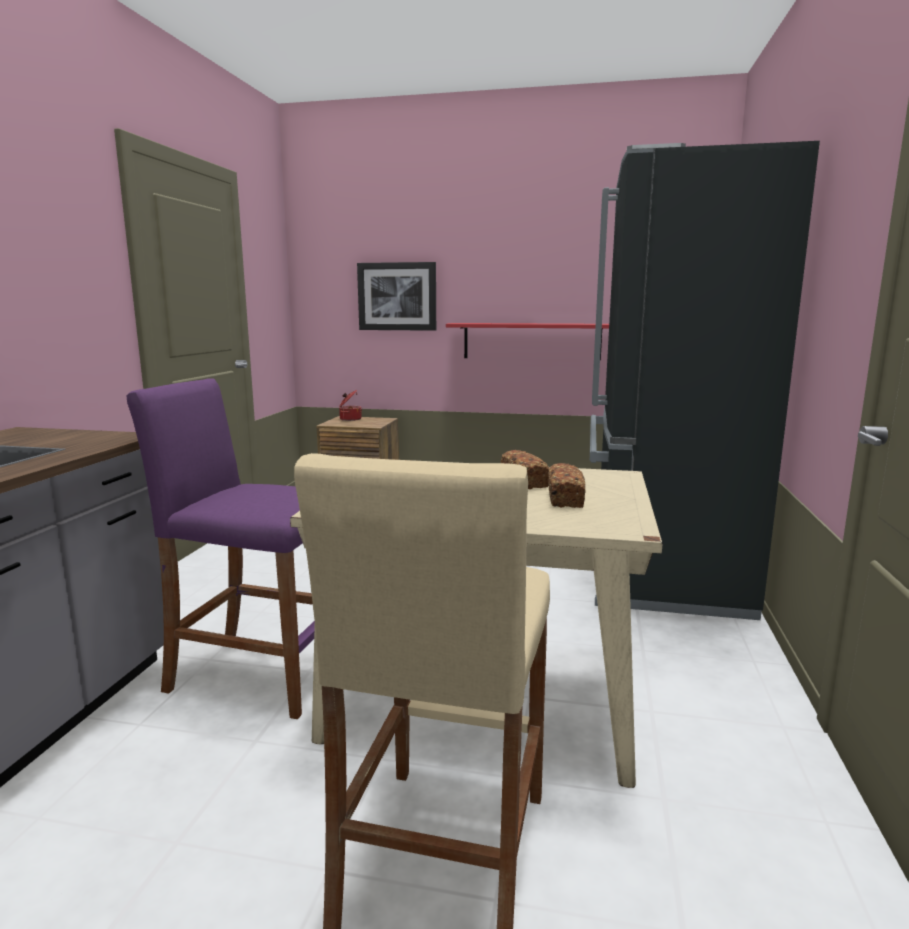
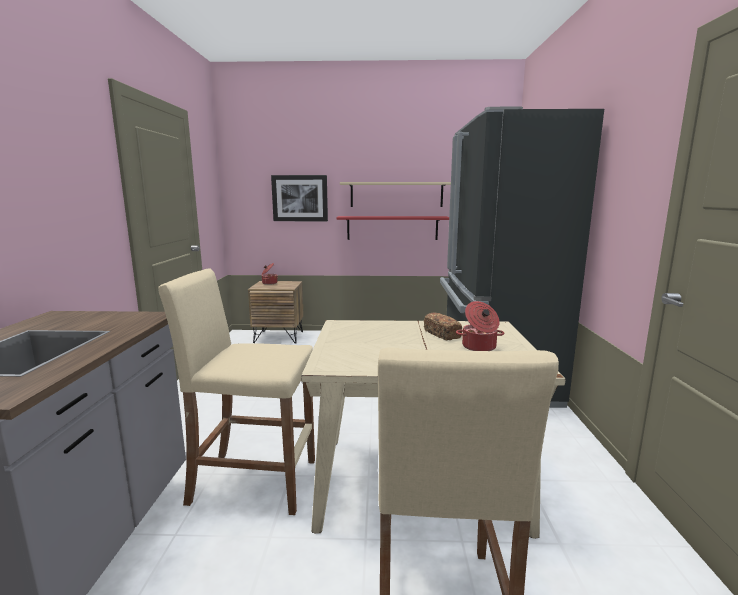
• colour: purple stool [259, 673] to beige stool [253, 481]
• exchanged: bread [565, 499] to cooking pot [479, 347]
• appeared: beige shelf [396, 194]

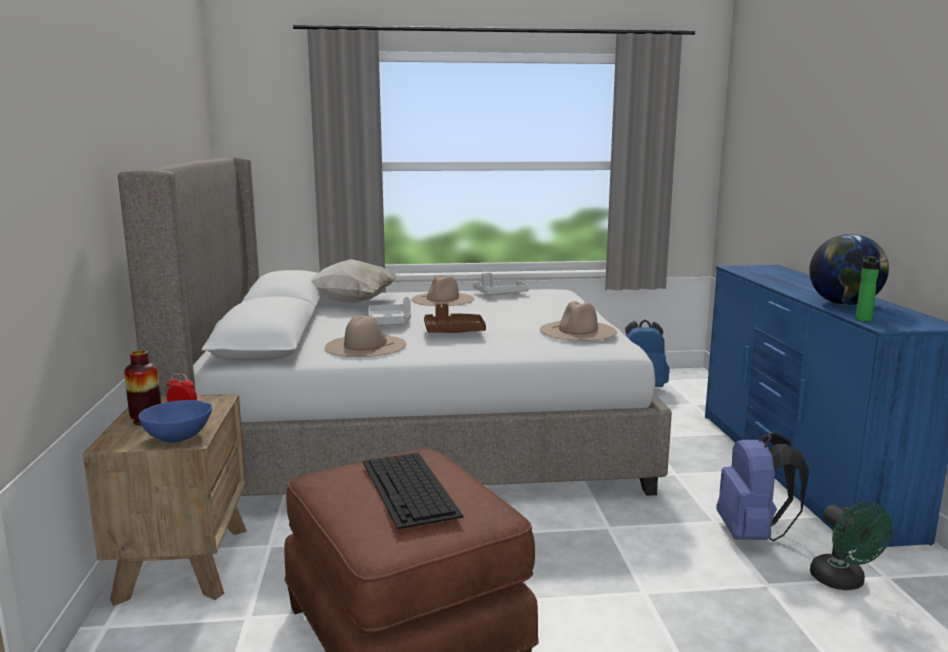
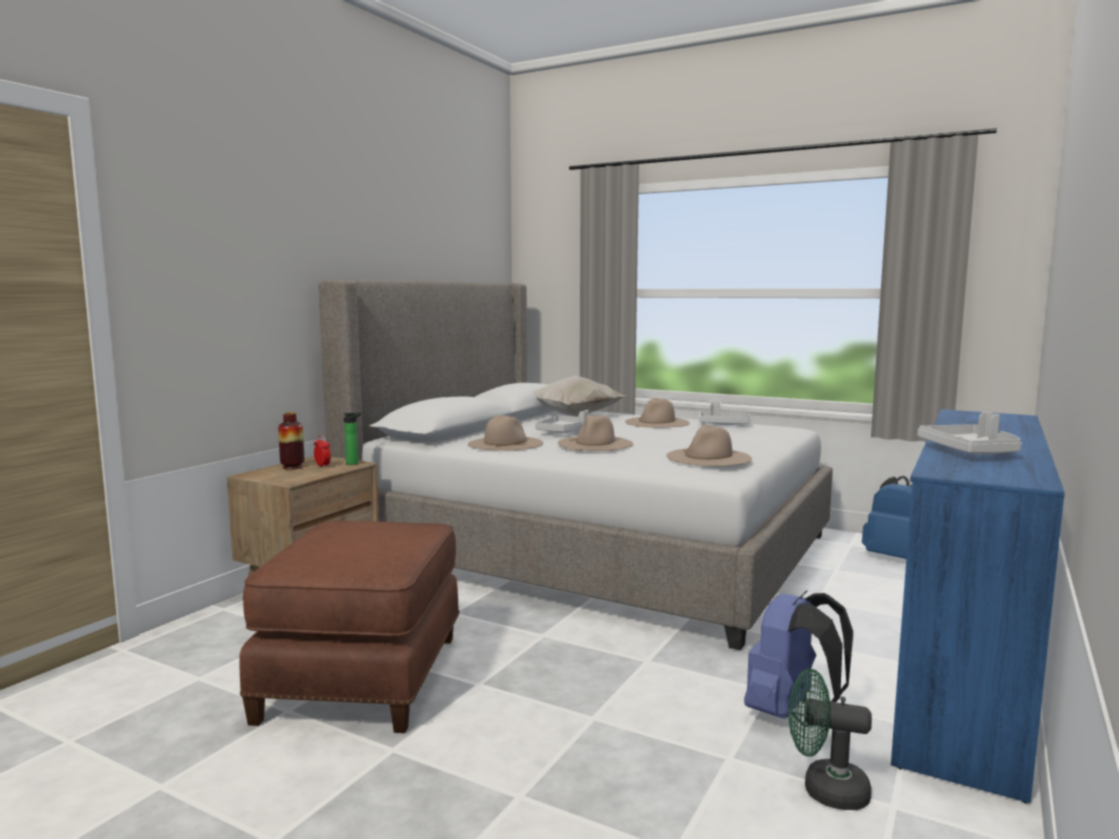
• missing: blue bowl [178, 437]
• missing: keyboard [410, 488]
• exchanged: brown tray [453, 331] to beige hat [595, 443]
• exchanged: globe [844, 304] to grey tray [970, 452]
• spun: green fan [843, 582] = [824, 789] 90 degrees clockwise
• relocated: bottle [863, 319] to [354, 463]

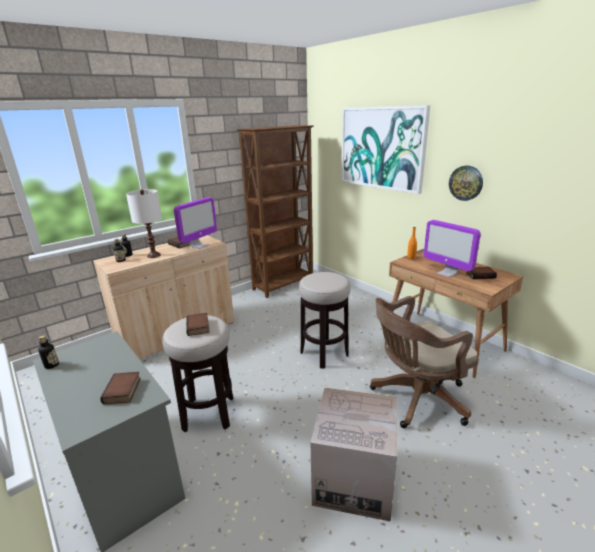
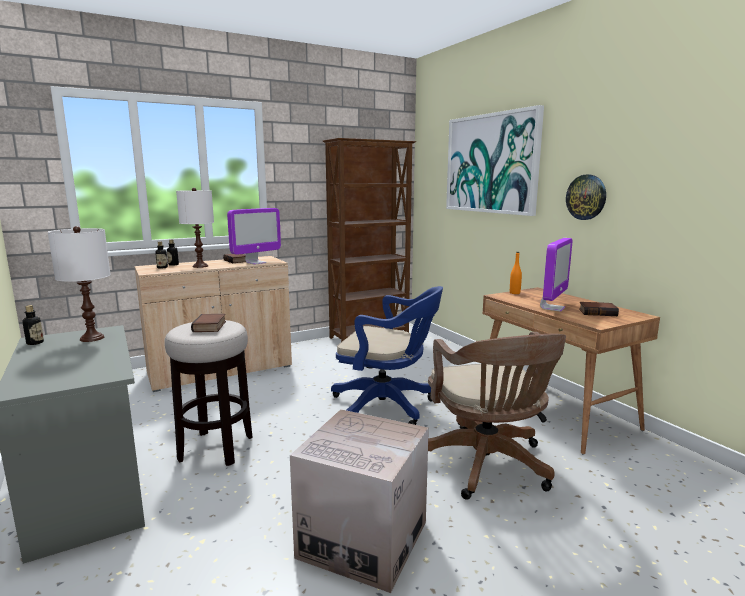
• missing: book [123, 391]
• exchanged: stool [324, 353] to blue office chair [388, 407]
• spun: brown office chair [415, 399] = [488, 466] 90 degrees counterclockwise
• spun: monitor [447, 273] = [552, 308] 120 degrees counterclockwise
• appeared: white table lamp [92, 338]

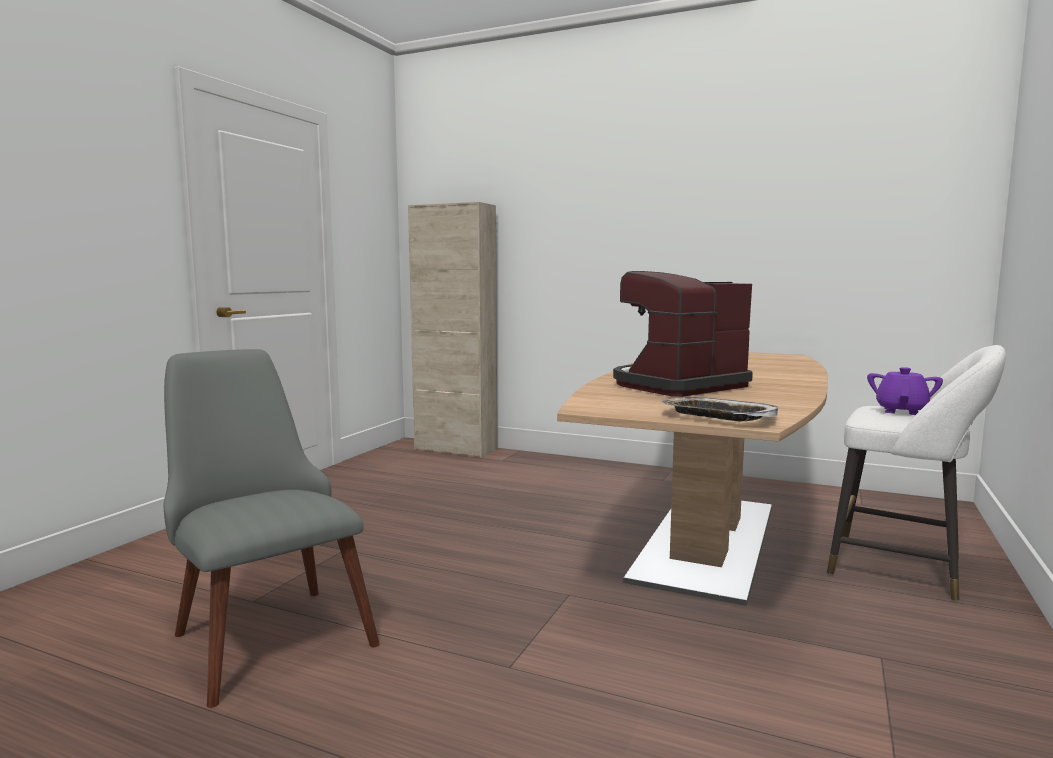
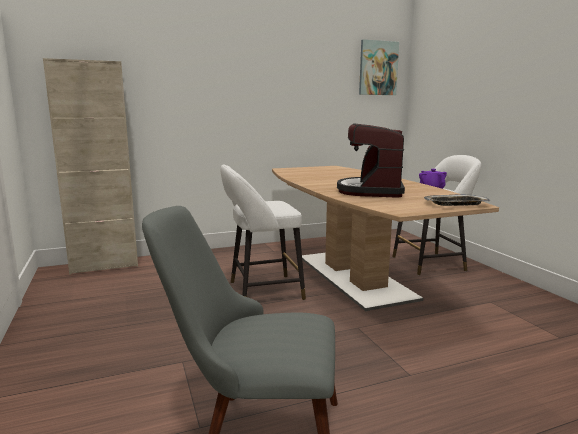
• appeared: white stool [261, 291]
• appeared: picture [378, 68]

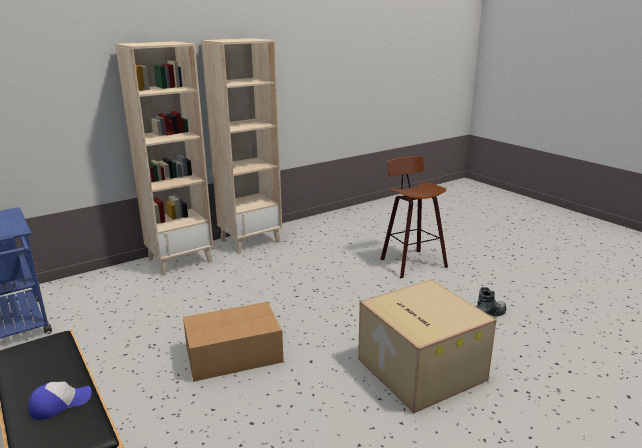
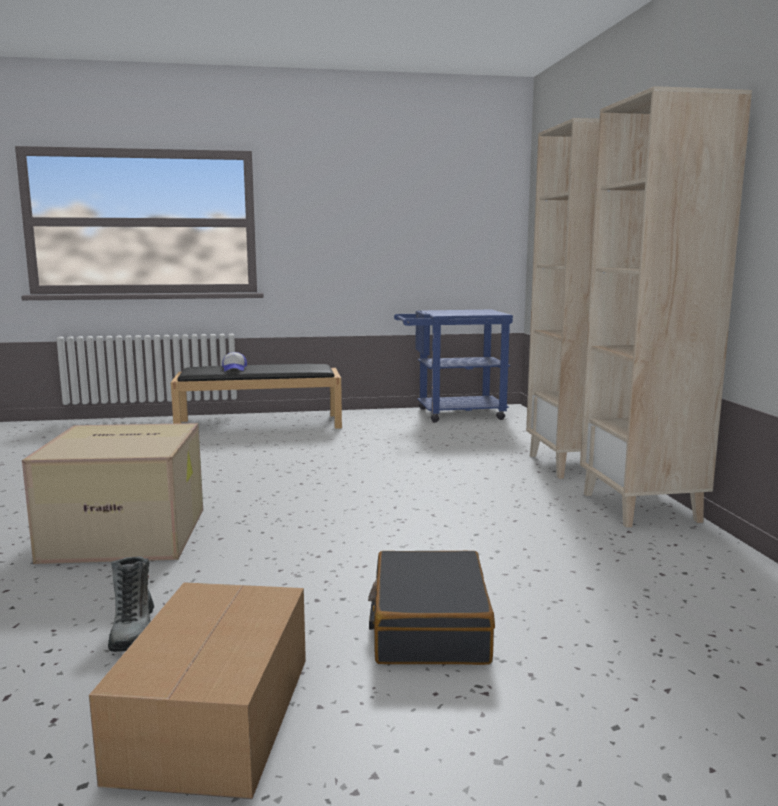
• relocated: cardboard box [232, 354] to [218, 713]
• exchanged: stool [410, 262] to black suitcase [429, 626]

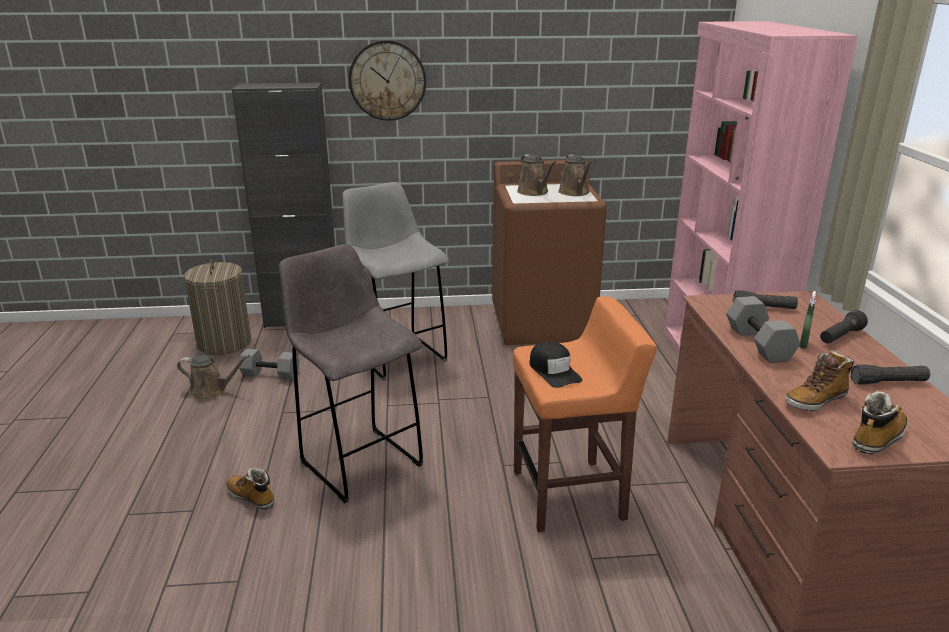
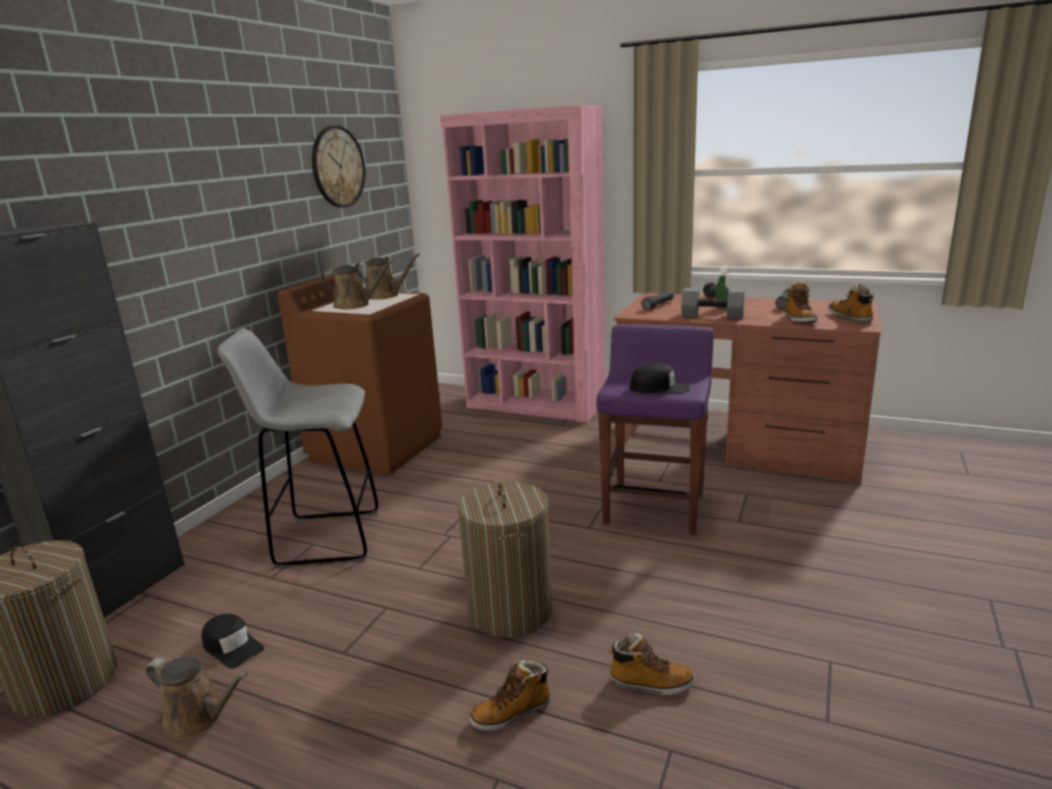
• spun: brown watering can [212, 391] = [199, 717] 75 degrees clockwise
• exchanged: grey dumbbell [271, 374] to black cap [232, 646]
• exchanged: grey stool [359, 461] to laundry basket [510, 610]
• relocated: wall clock [387, 80] to [338, 167]
• colour: orange stool [570, 495] to purple stool [654, 508]
• appeared: boot [650, 683]

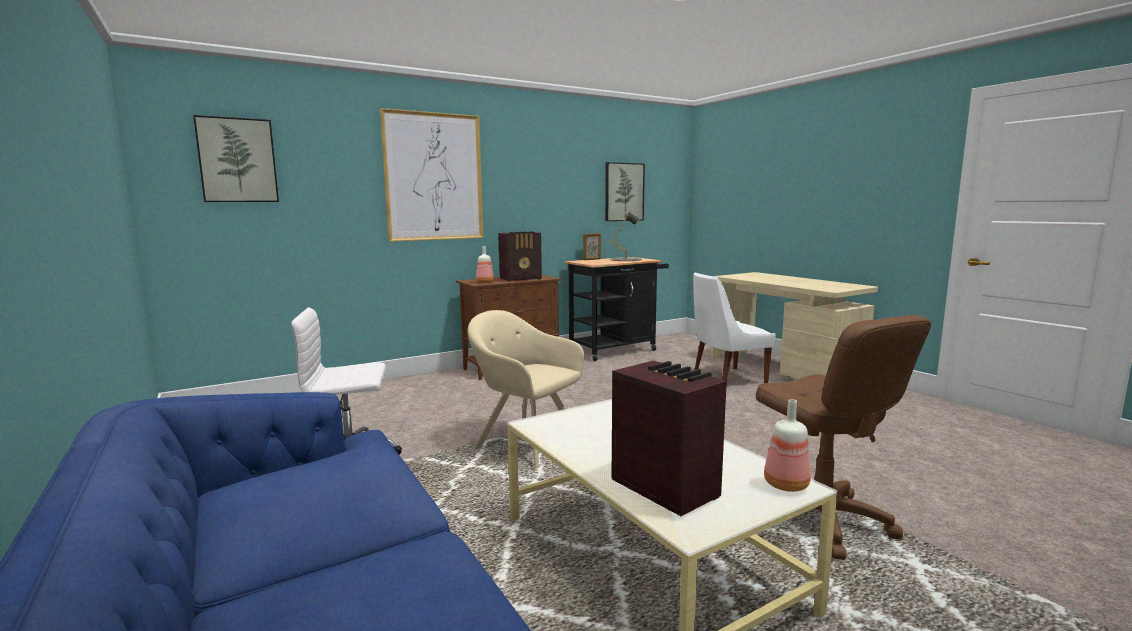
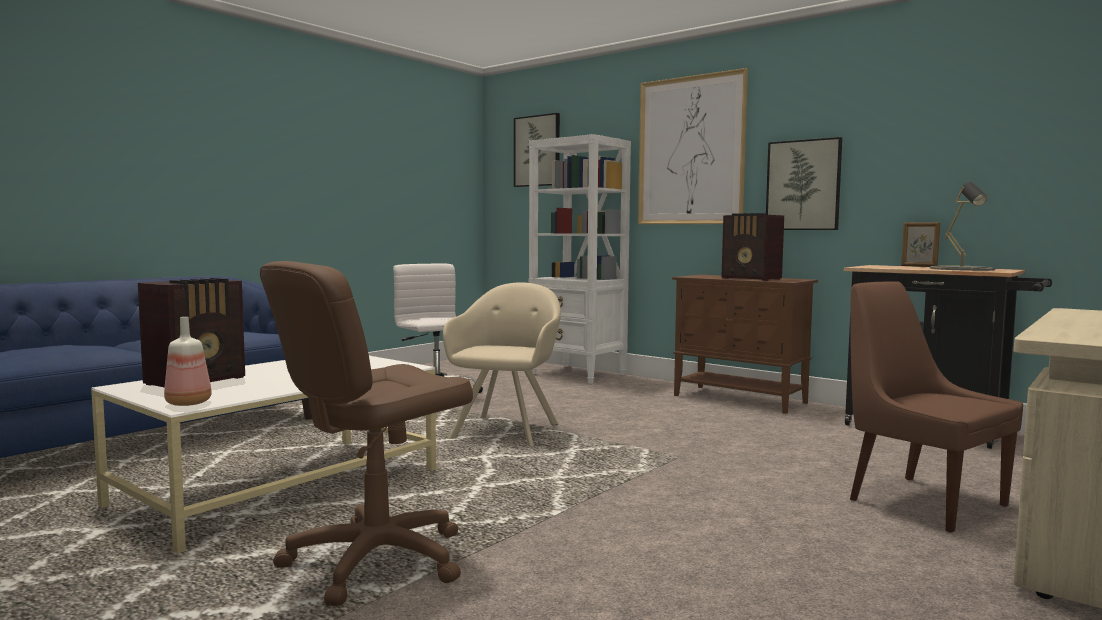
• missing: bottle [484, 282]
• relocated: picture [624, 192] to [803, 185]
• colour: white chair [726, 378] to brown chair [921, 501]
• appeared: white bookcase [578, 374]

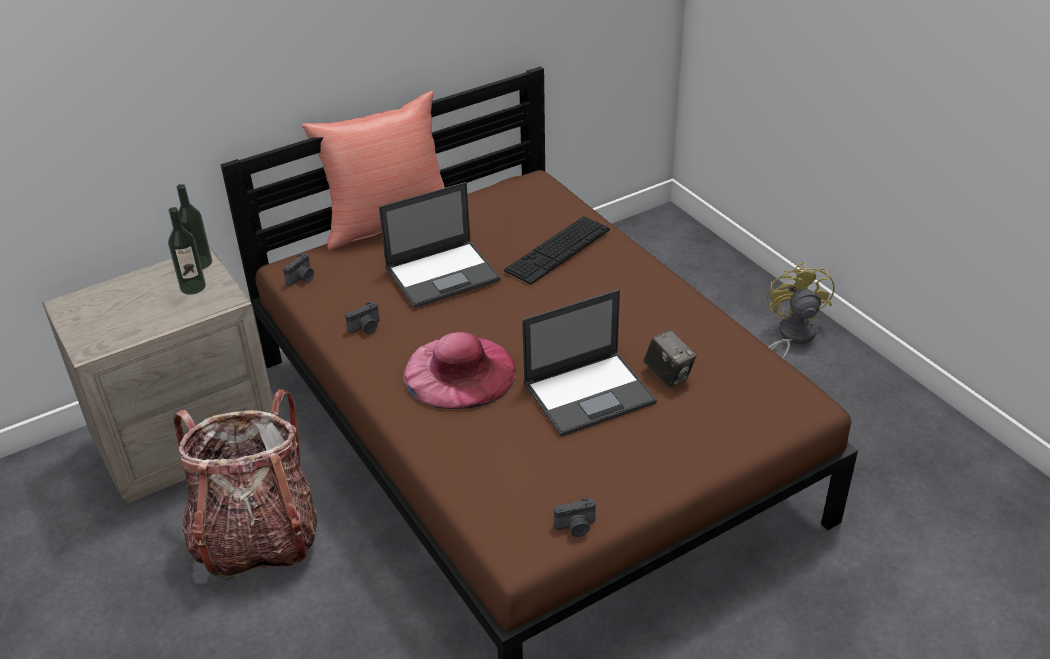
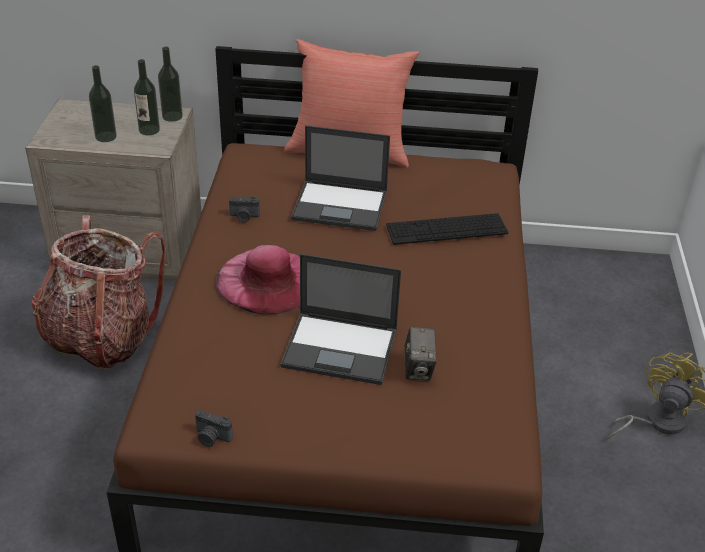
• missing: photo camera [302, 278]
• appeared: bottle [106, 136]

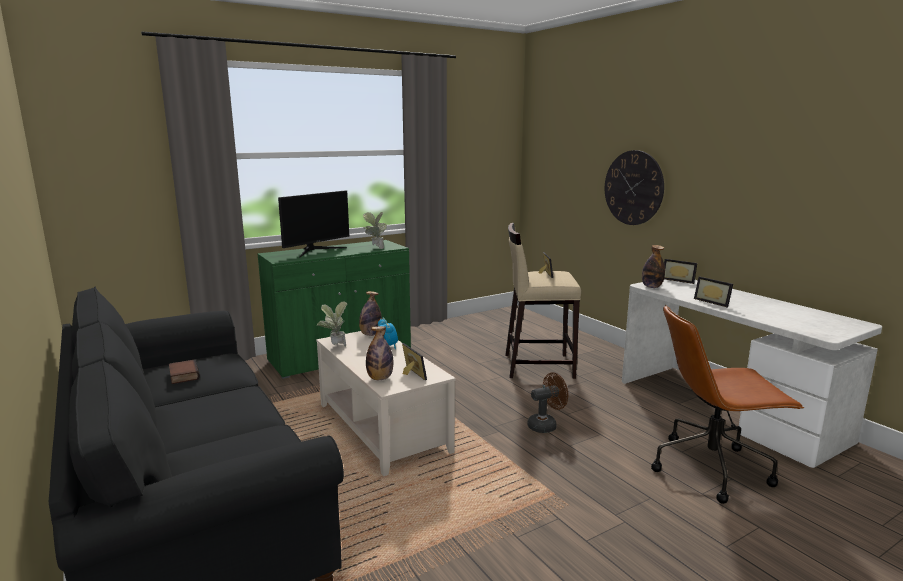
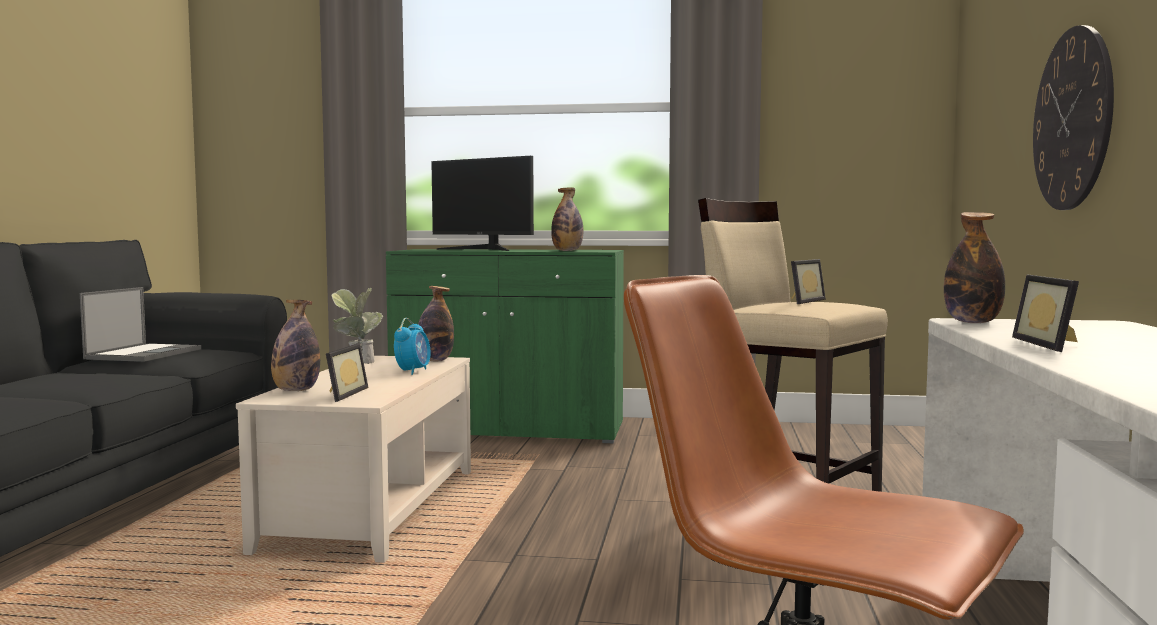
• exchanged: book [183, 375] to laptop [144, 354]
• spun: monitor [315, 250] = [485, 249] 45 degrees clockwise
• exchanged: potted plant [375, 248] to bottle [567, 251]
• missing: brown fan [546, 425]
• missing: picture frame [679, 280]

